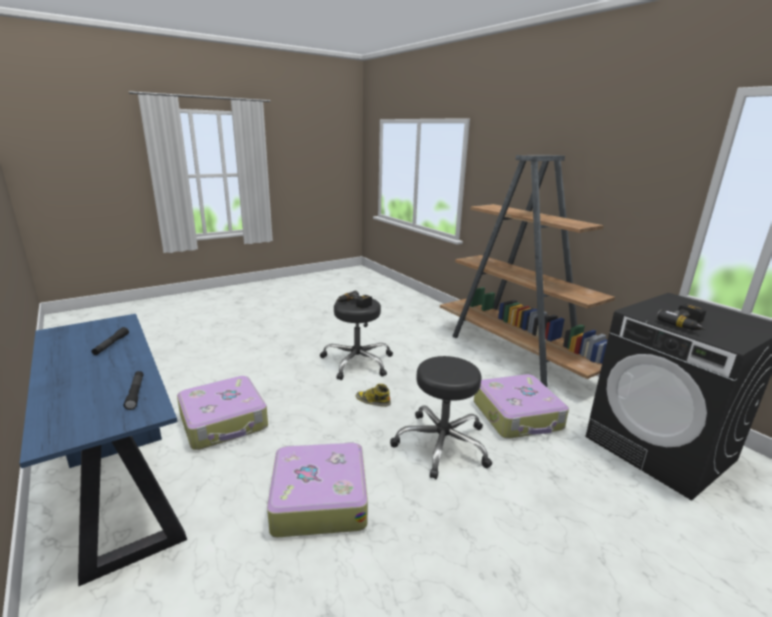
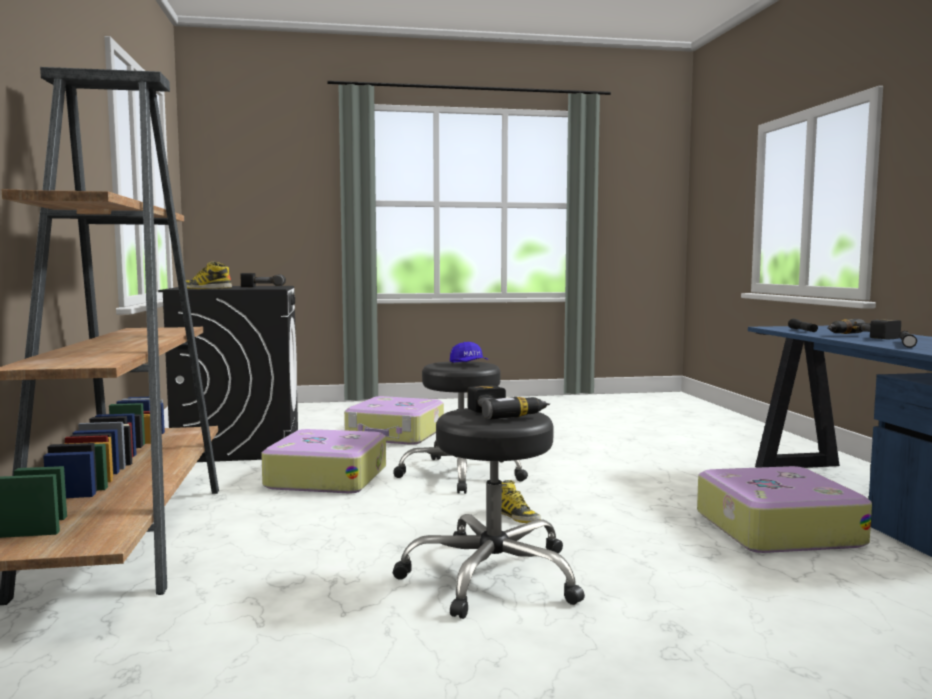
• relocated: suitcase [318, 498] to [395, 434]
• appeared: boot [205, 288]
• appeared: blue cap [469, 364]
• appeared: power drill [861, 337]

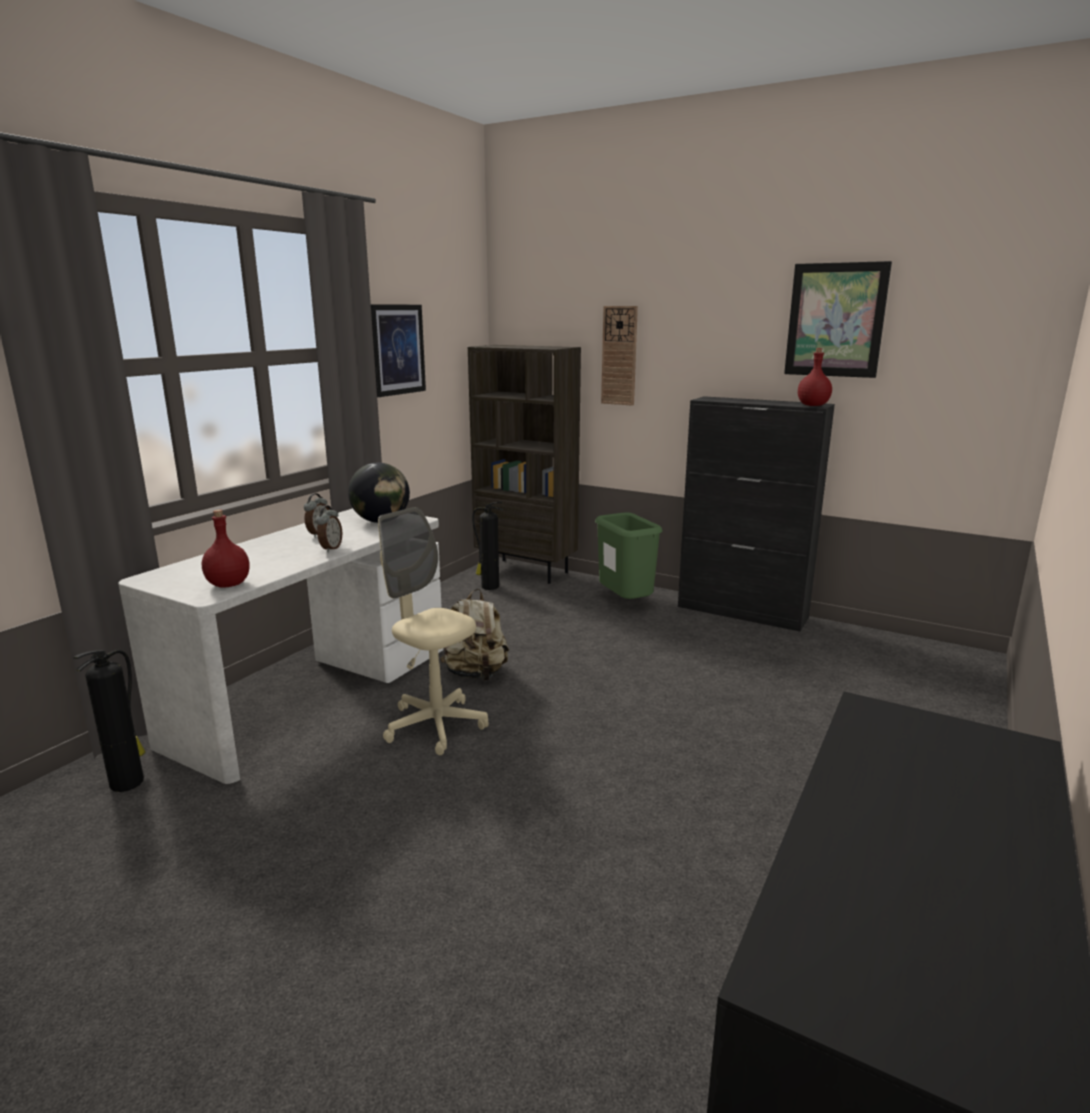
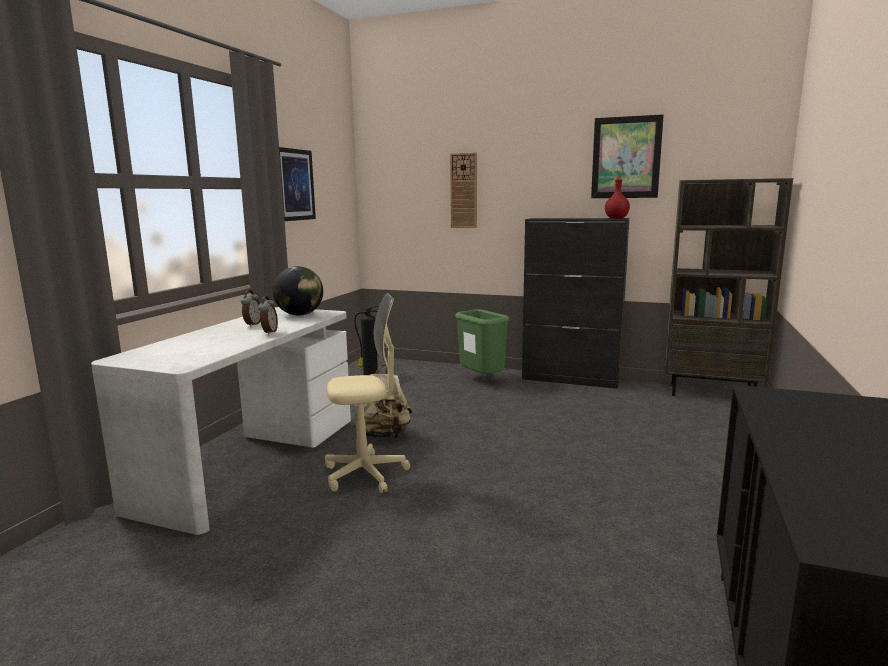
• missing: fire extinguisher [128, 781]
• missing: red bottle [227, 584]
• spun: beige office chair [435, 726] = [365, 474] 135 degrees clockwise
• relocated: brown bookcase [526, 571] to [711, 393]

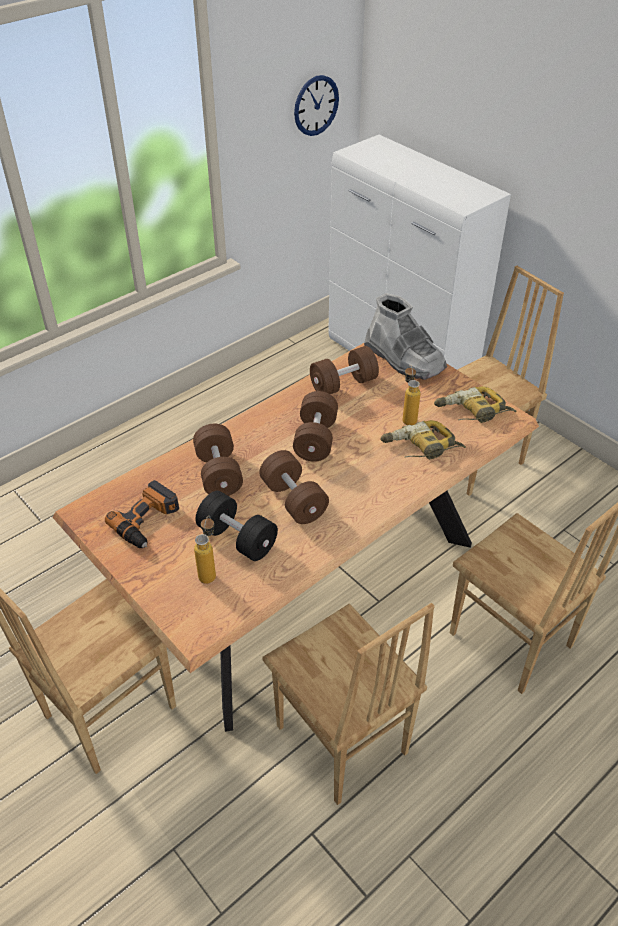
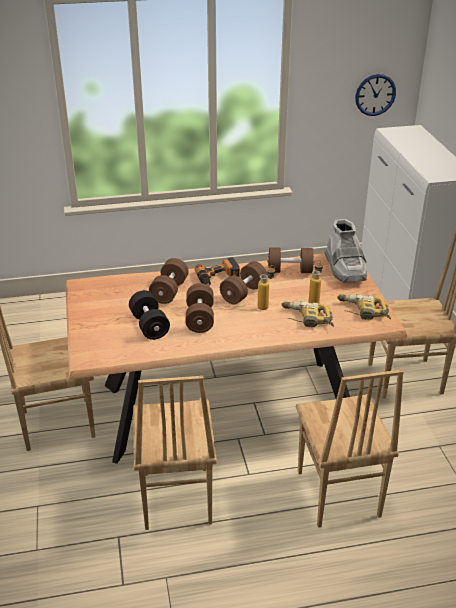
• relocated: power drill [148, 521] to [218, 278]
• relocated: bottle [209, 571] to [266, 305]

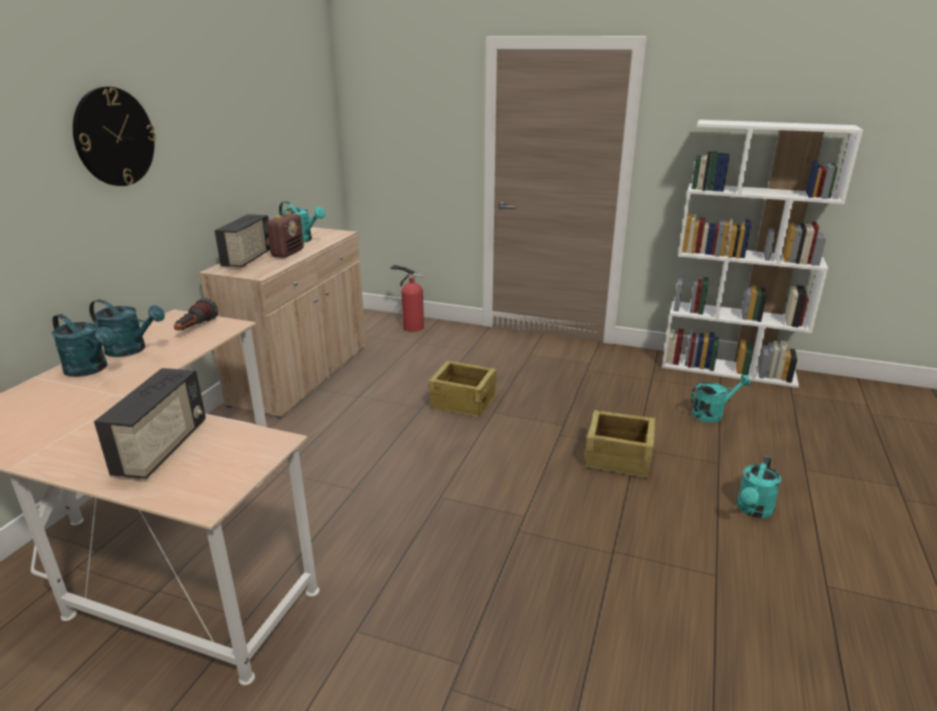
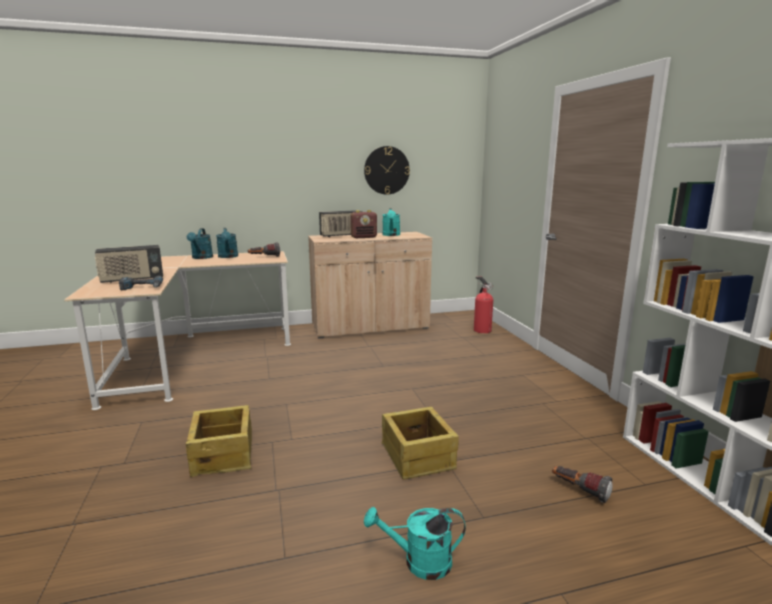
• relocated: wall clock [114, 137] to [386, 170]
• relocated: crate [463, 401] to [224, 454]
• exchanged: turquoise watering can [712, 414] to flashlight [579, 491]
• appeared: power drill [142, 287]

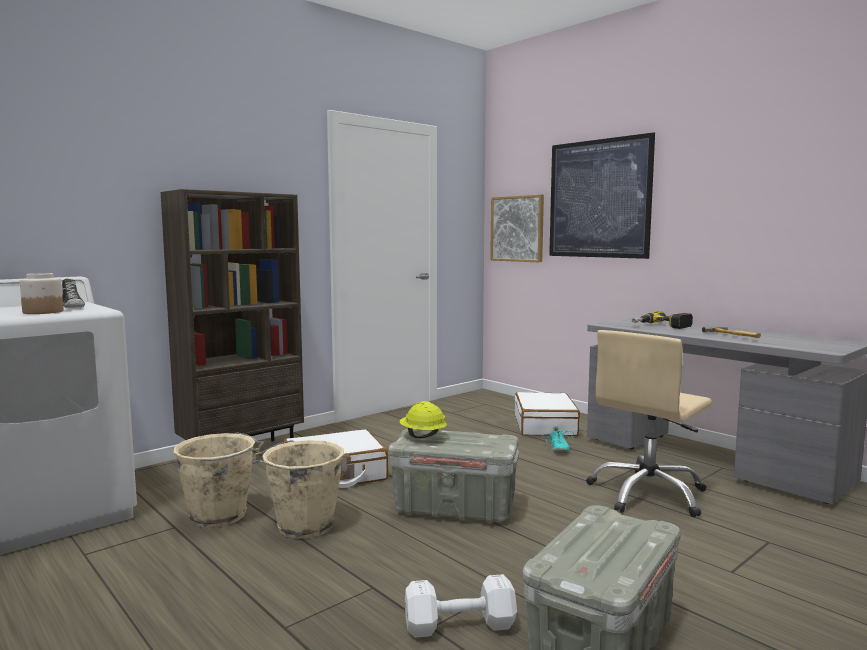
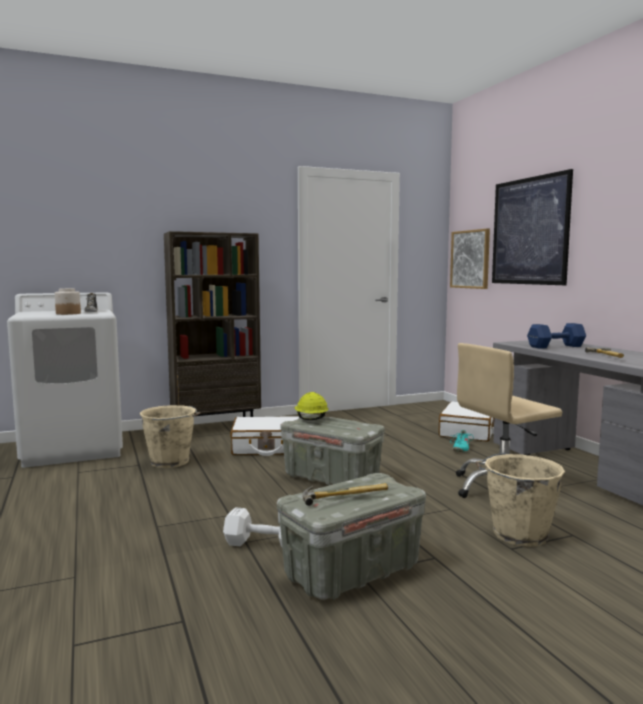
• relocated: beige bucket [303, 526] to [517, 534]
• exchanged: power drill [661, 326] to blue dumbbell [557, 346]
• appeared: hammer [343, 495]

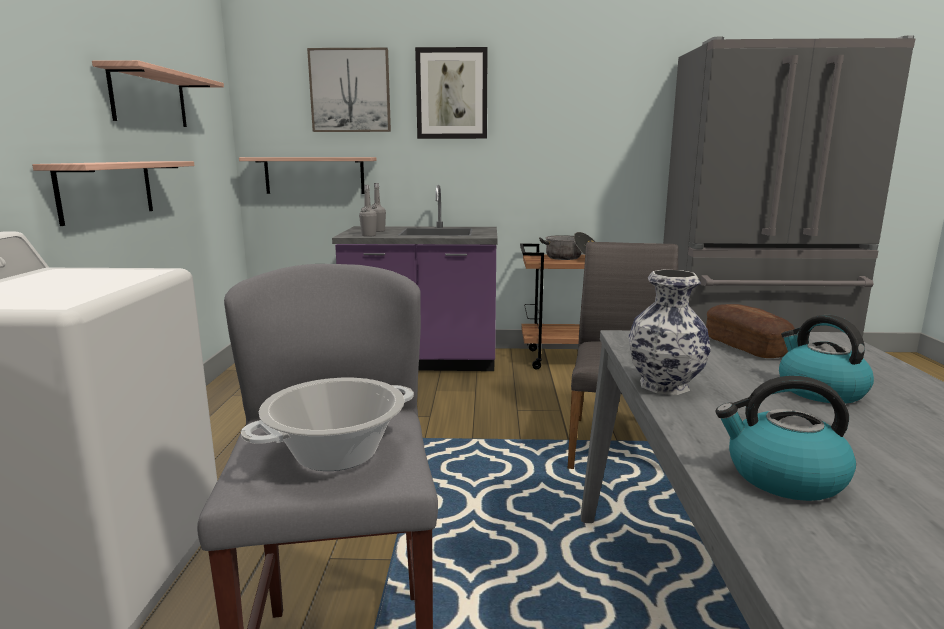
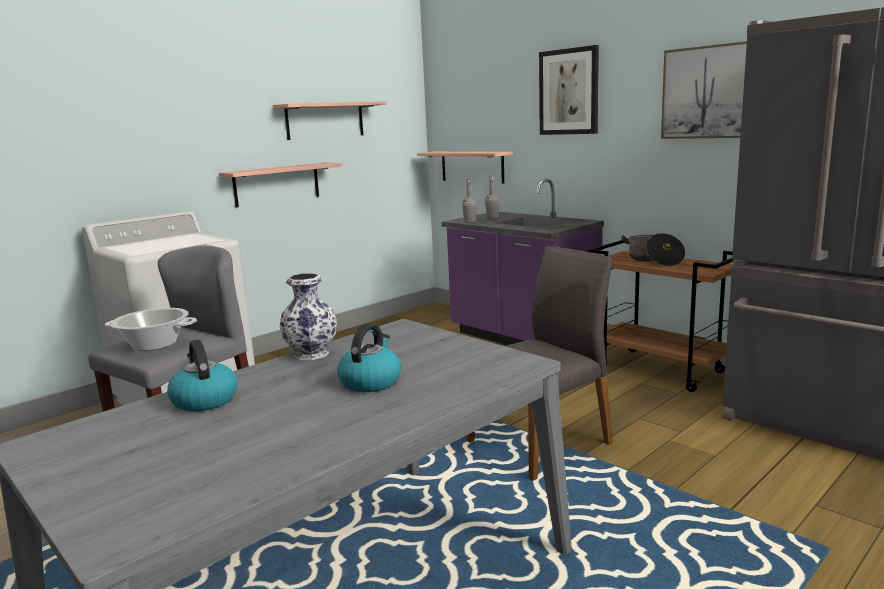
• relocated: picture [350, 91] to [706, 92]
• missing: bread [746, 346]

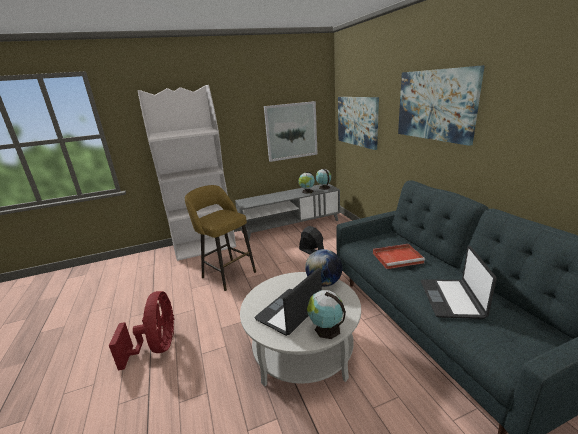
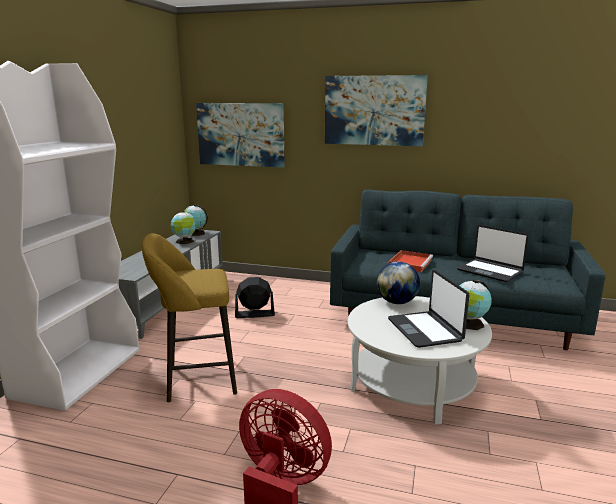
• missing: picture [291, 131]

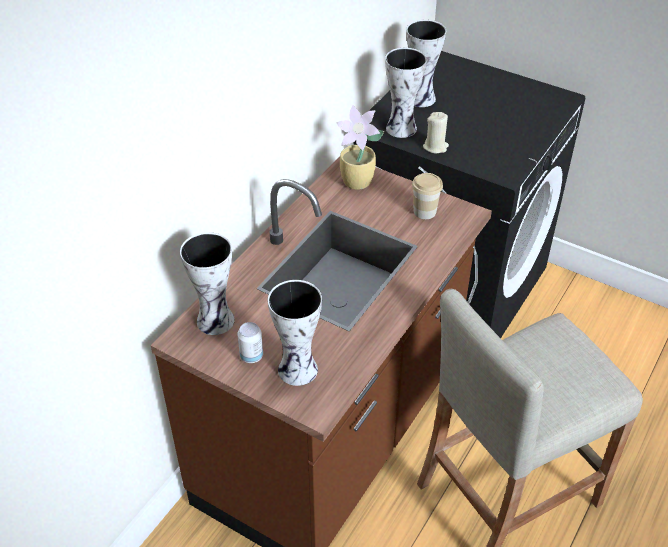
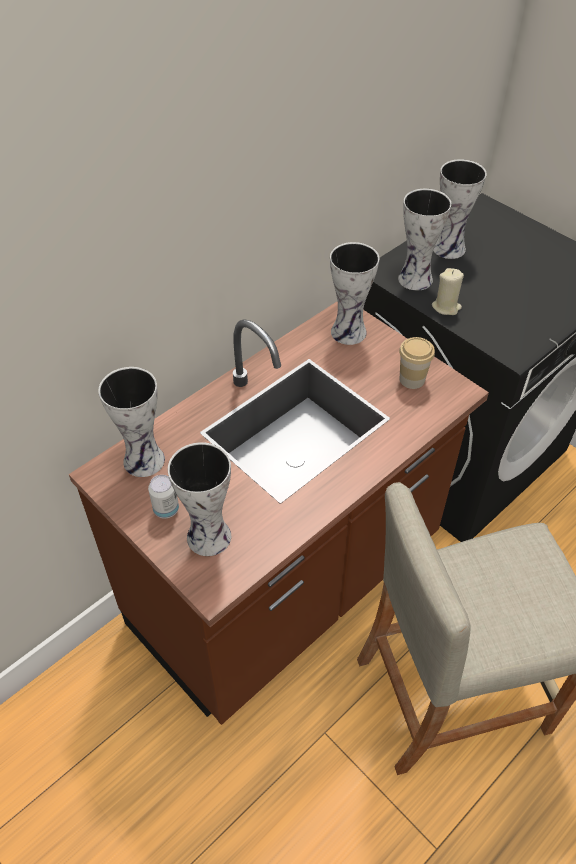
• exchanged: potted plant [358, 182] to vase [350, 332]

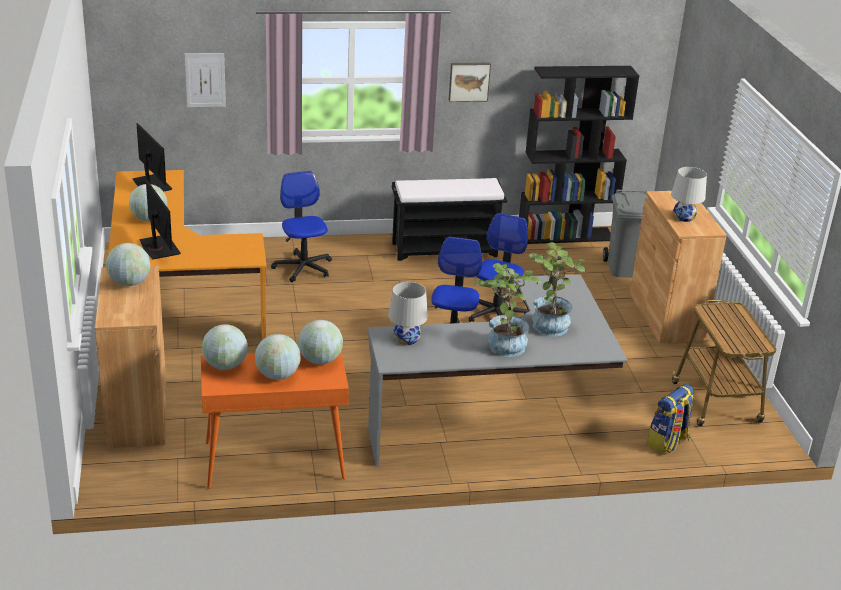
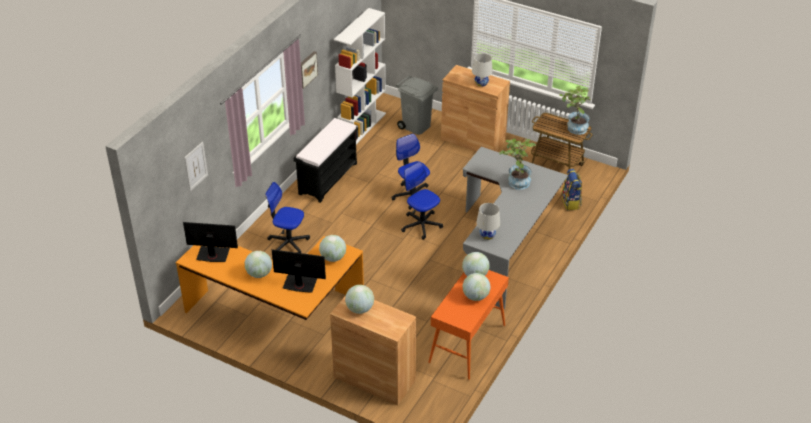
• relocated: globe [225, 365] to [333, 258]
• relocated: potted plant [503, 343] to [574, 128]
• colour: black bookcase [566, 236] to white bookcase [362, 127]

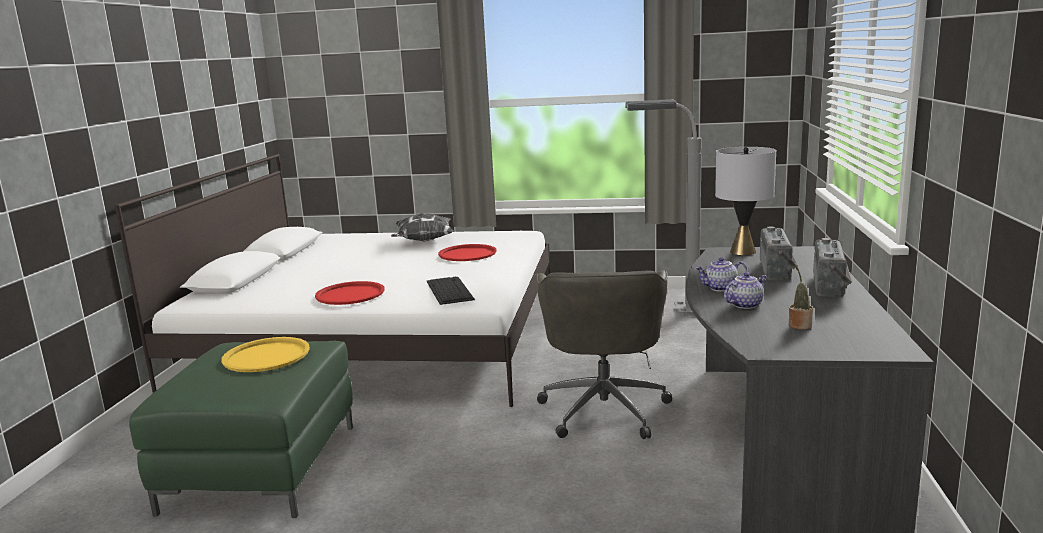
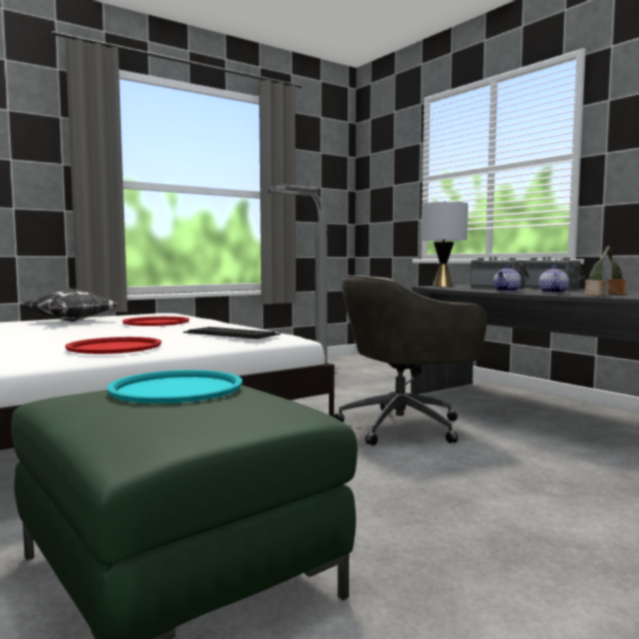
• colour: yellow tray [266, 356] to turquoise tray [176, 388]
• spun: grey office chair [604, 408] = [404, 426] 105 degrees clockwise
• appeared: potted plant [595, 295]

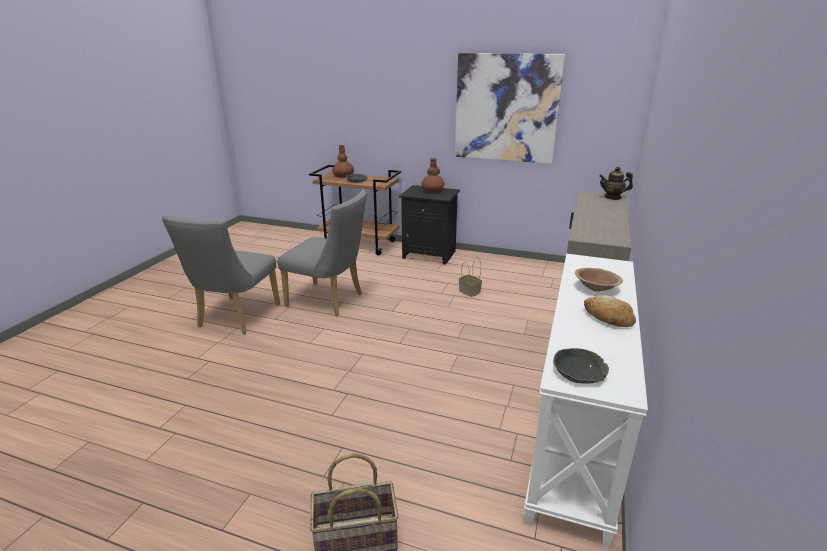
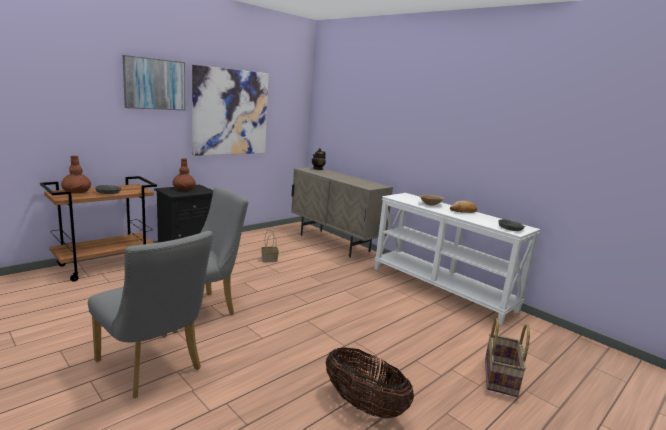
• appeared: picture [155, 84]
• appeared: basket [364, 405]

